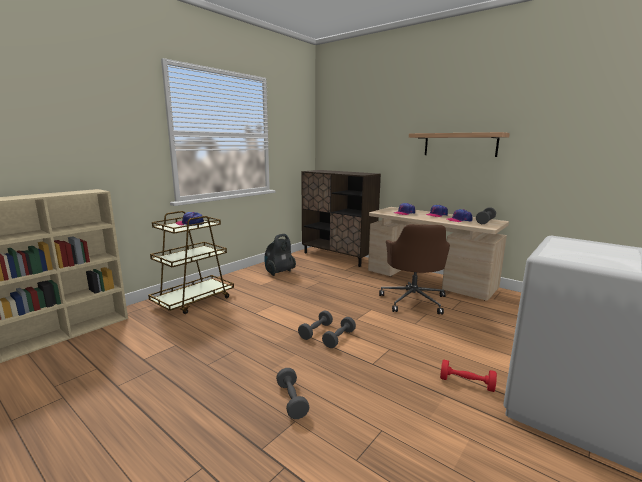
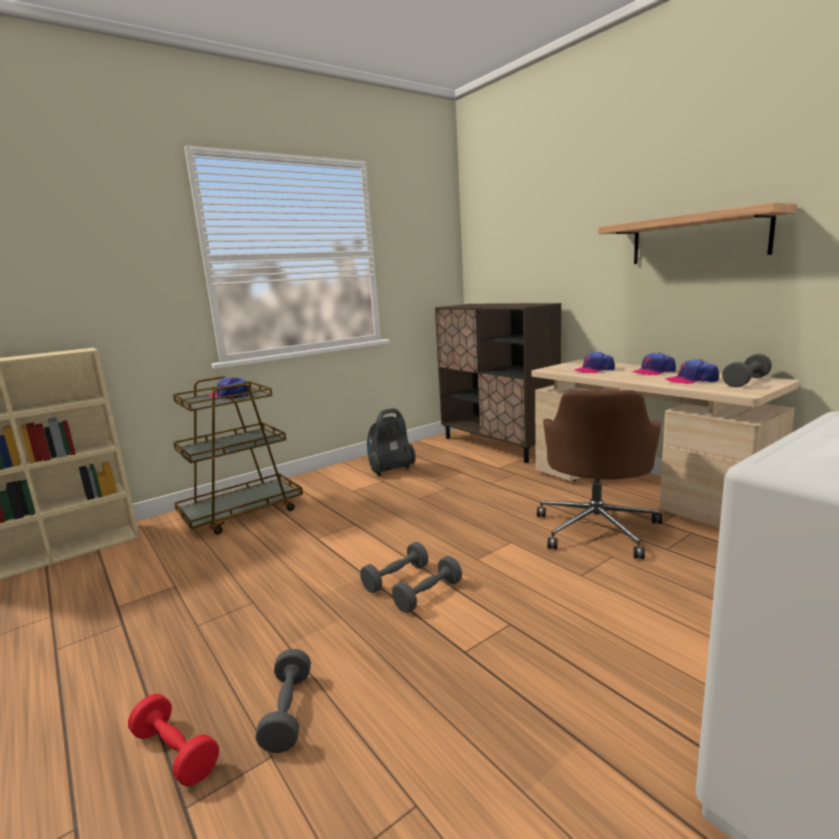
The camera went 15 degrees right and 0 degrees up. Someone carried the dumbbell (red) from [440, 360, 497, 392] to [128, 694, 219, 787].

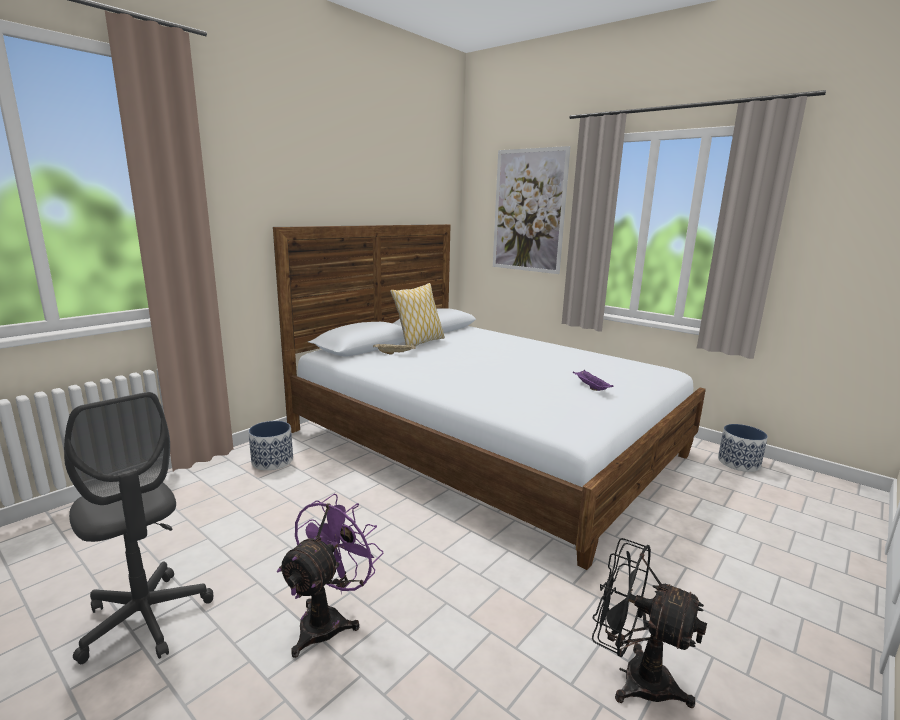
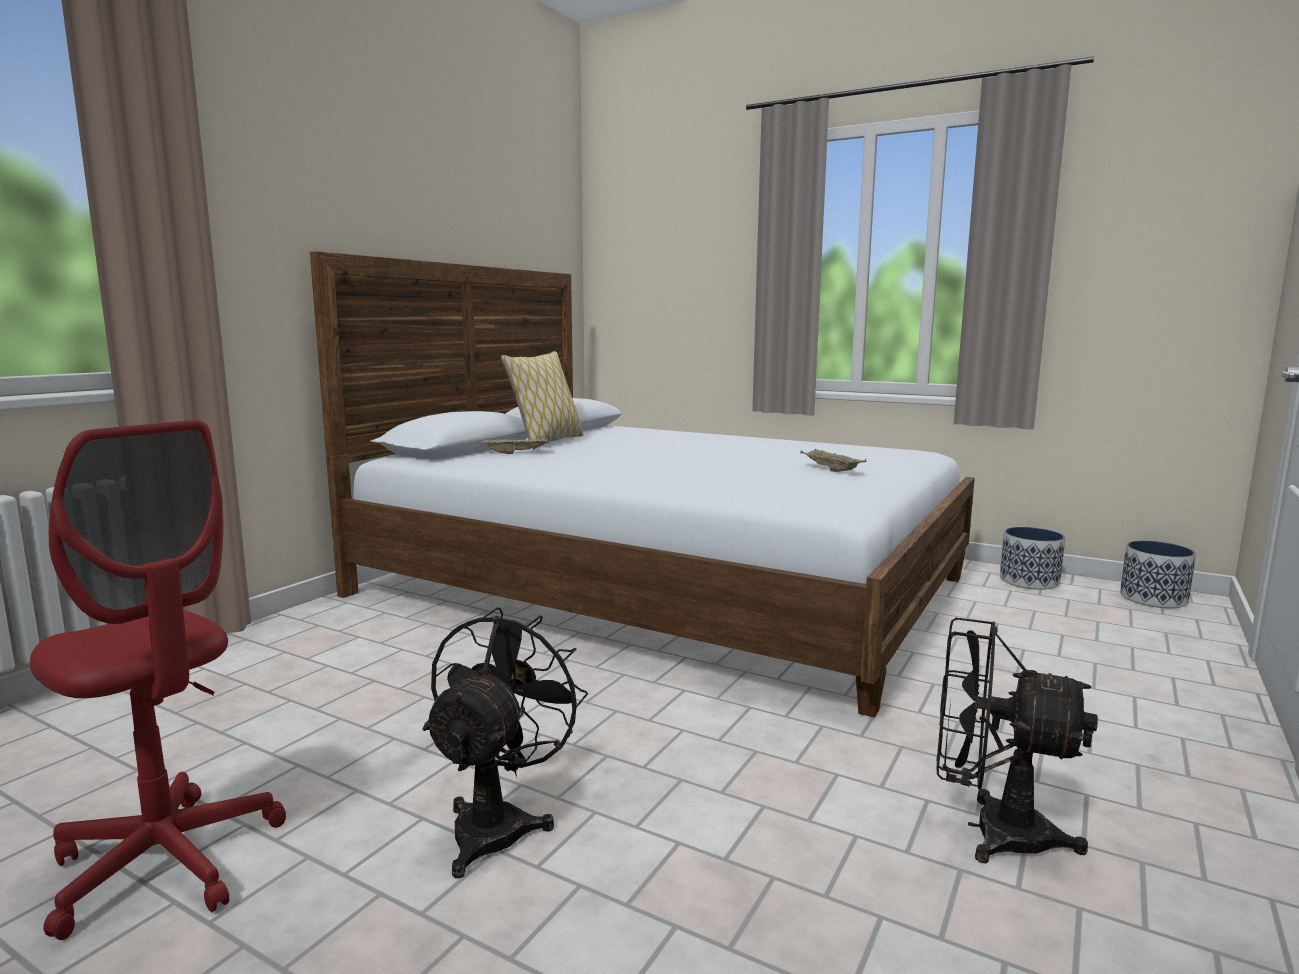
The camera went 10 degrees left and 5 degrees down. Someone repainted the office chair (grey) at [64, 392, 213, 664], which became the office chair (red) at [30, 420, 286, 940]. Someone carried the planter from [249, 421, 293, 470] to [1120, 541, 1196, 608]. Someone repainted the fan (purple) at [277, 494, 383, 658], which became the fan (black) at [422, 607, 588, 878]. Someone took away the picture at [493, 146, 571, 274]. Someone repainted the tray (purple) at [573, 370, 614, 391], which became the tray (beige) at [800, 448, 867, 472].

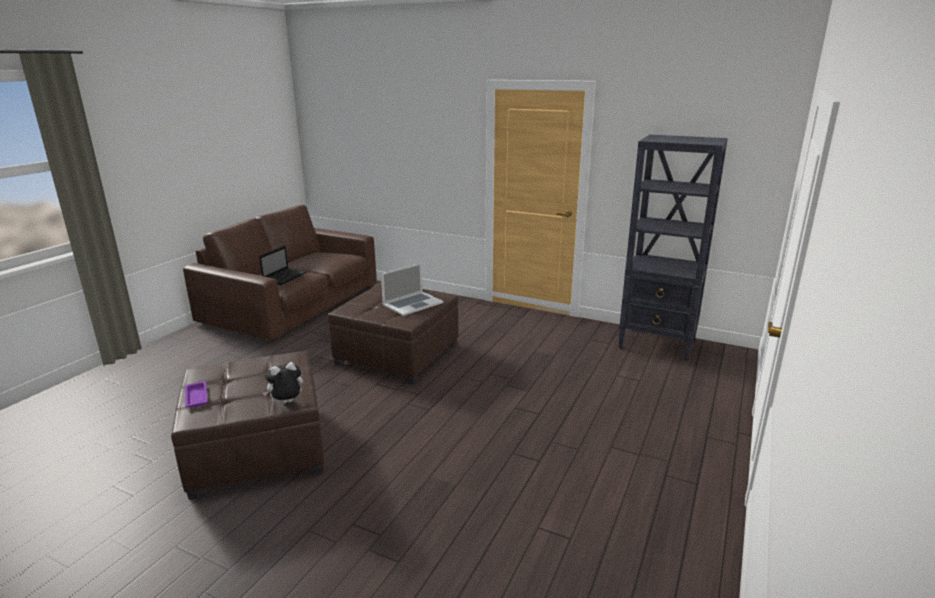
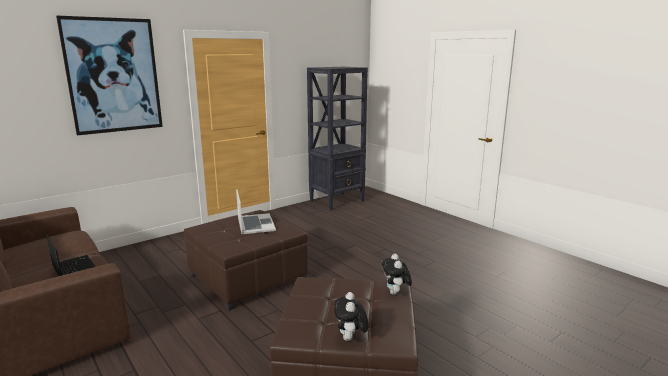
The camera went 65 degrees left and 5 degrees down. Someone swapped the tray (purple) at [185, 381, 208, 408] for the plush toy at [334, 292, 368, 341]. Someone put up the picture at [56, 16, 163, 135].

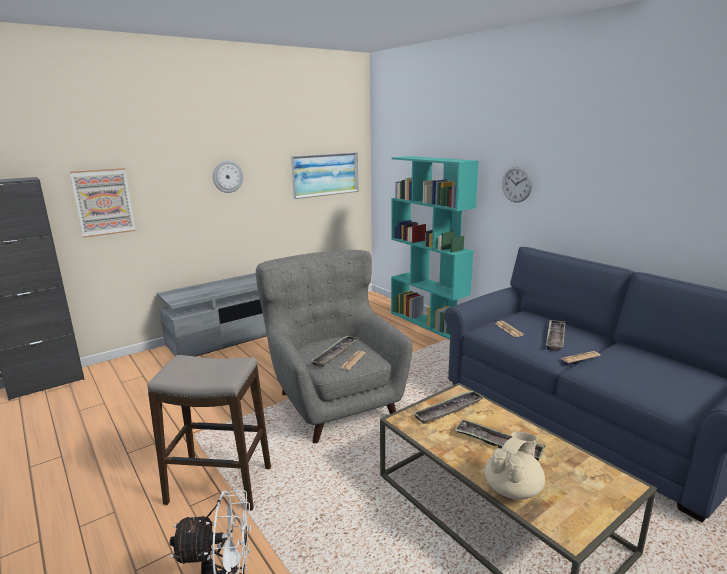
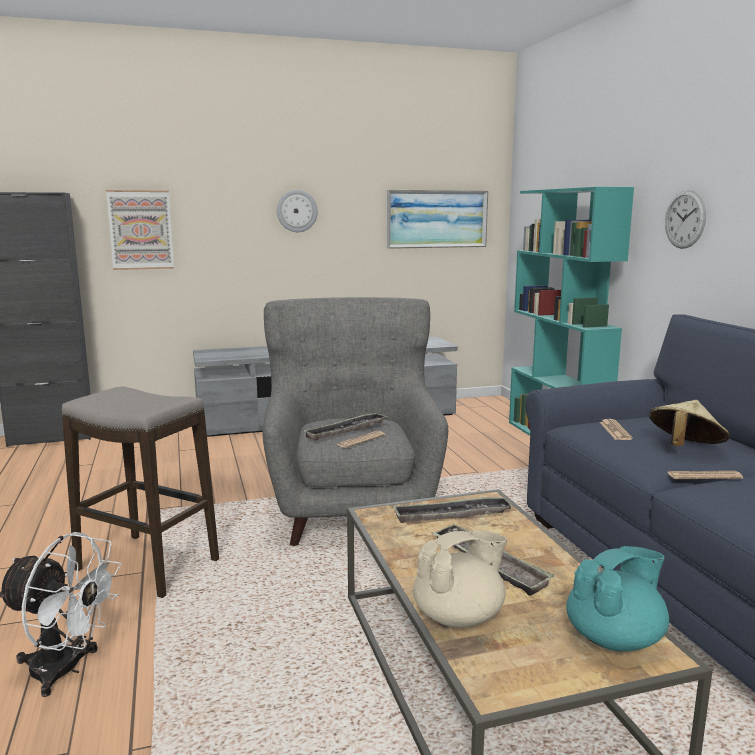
The camera went 20 degrees right and 5 degrees down. Someone swapped the tray at [546, 320, 565, 351] for the hat (beige) at [649, 400, 730, 446]. Someone put down the teapot (turquoise) at [566, 546, 669, 652].

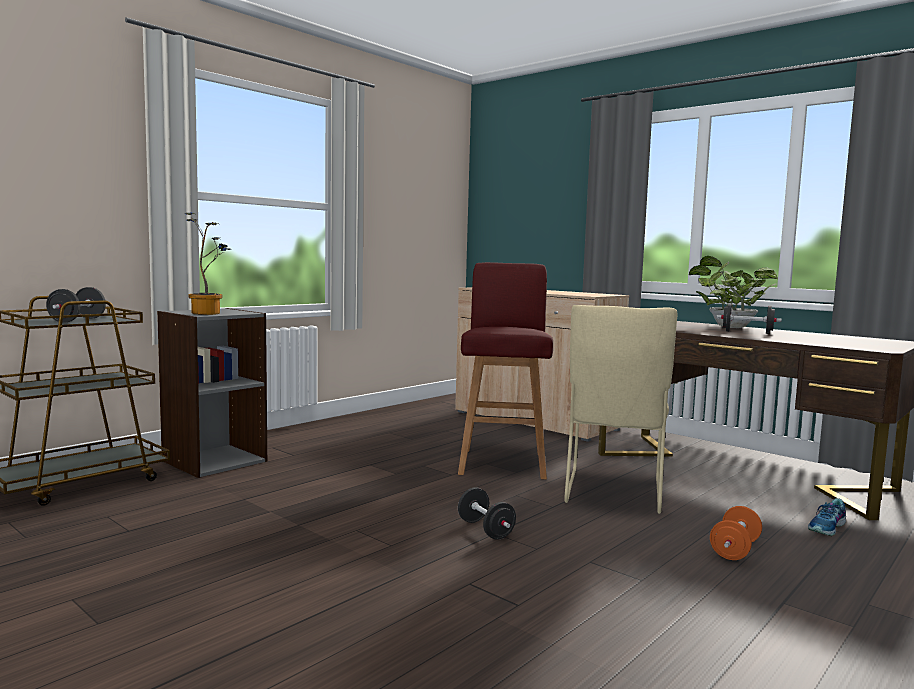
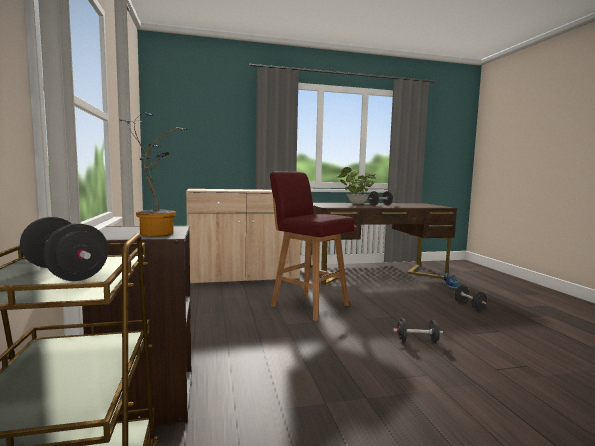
The camera went 55 degrees left and 0 degrees up. Someone took away the chair (beige) at [564, 305, 678, 514]. Someone repainted the dumbbell (orange) at [710, 506, 762, 560], which became the dumbbell (black) at [454, 285, 487, 310].

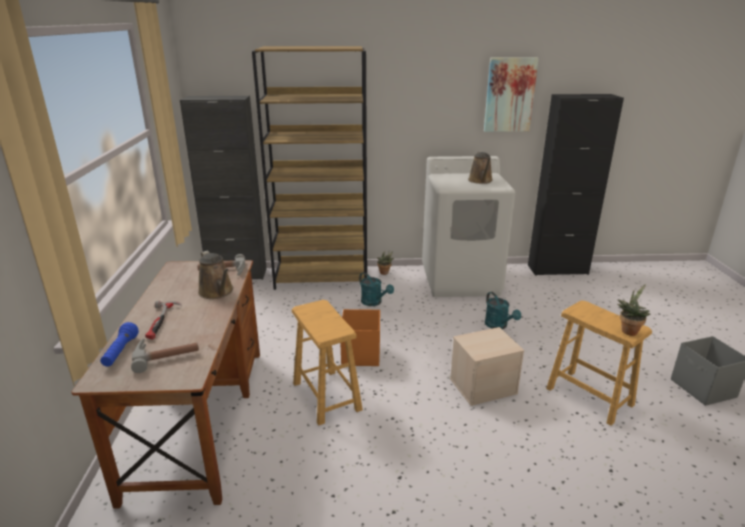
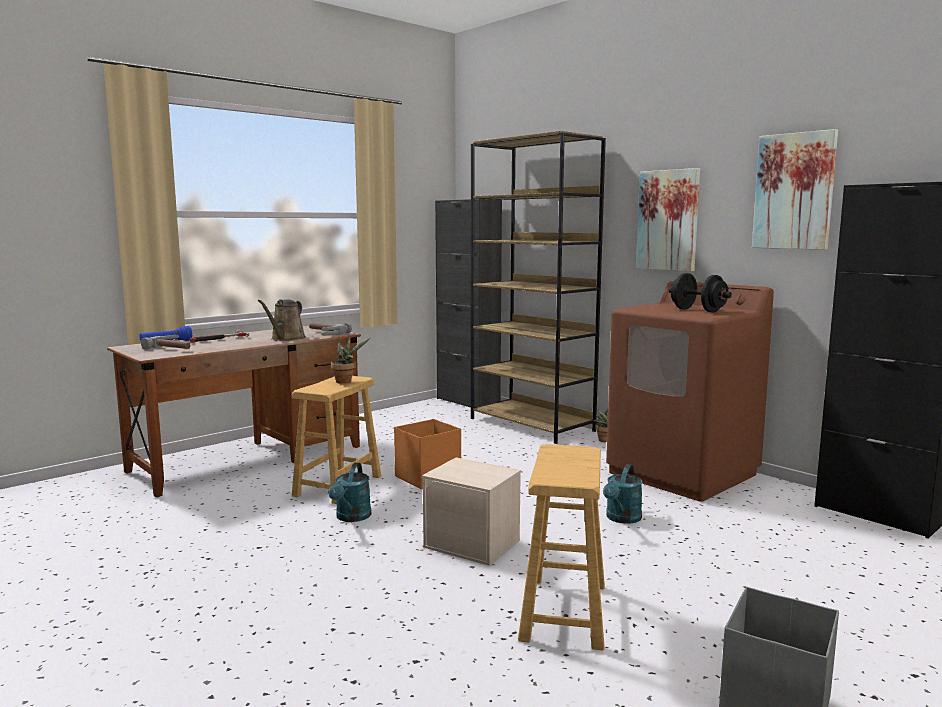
The camera went 50 degrees right and 15 degrees down. Someone carried the watering can (turquoise) from [359, 272, 394, 306] to [328, 463, 371, 522]. Someone repainted the washing machine (white) at [422, 156, 516, 297], which became the washing machine (brown) at [606, 281, 774, 502]. Someone swapped the watering can (brown) at [468, 152, 493, 184] for the dumbbell (black) at [669, 273, 732, 312]. Someone carried the potted plant from [617, 284, 650, 336] to [331, 336, 370, 383]. Someone put up the picture at [636, 168, 700, 271].

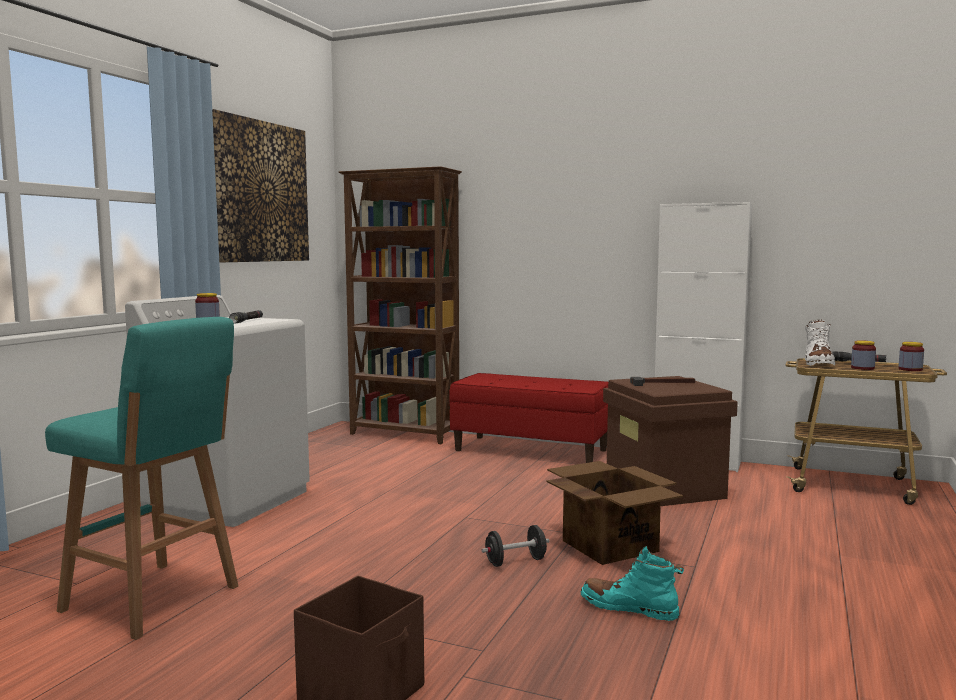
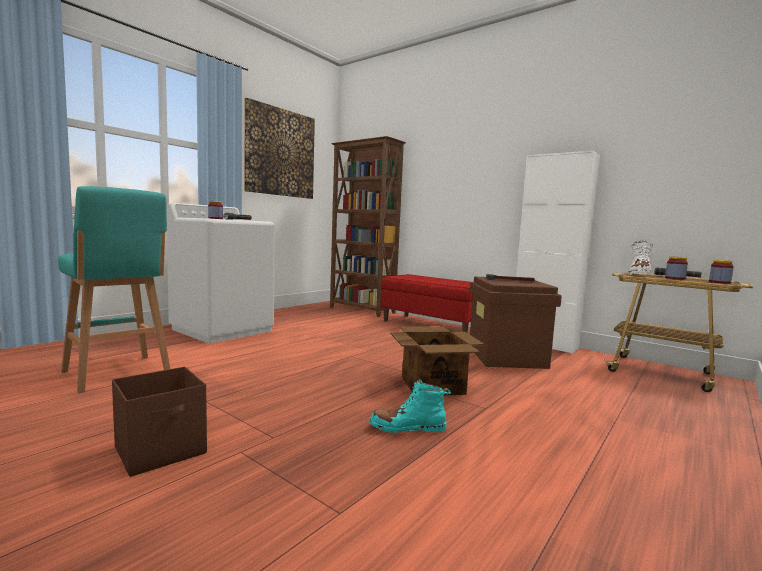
The camera went 15 degrees right and 0 degrees up. Someone took away the dumbbell (black) at [482, 525, 549, 567]. Someone rotated the boot (turquoise) at [581, 546, 684, 621] by 45 degrees counterclockwise.

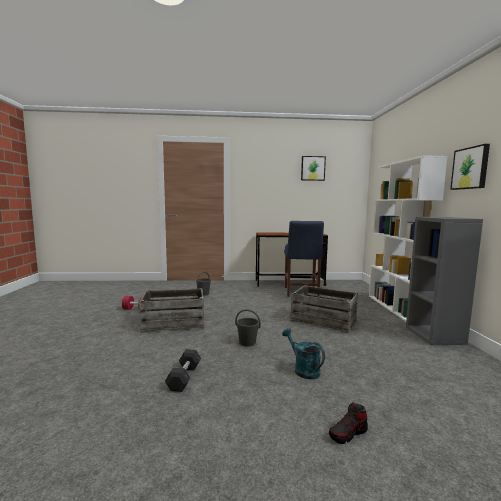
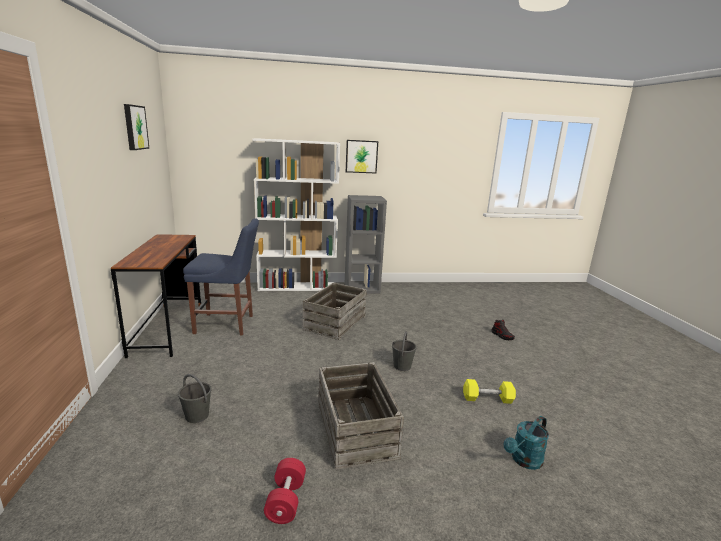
The camera went 95 degrees left and 10 degrees up. Someone repainted the dumbbell (grey) at [165, 349, 201, 392], which became the dumbbell (yellow) at [463, 379, 516, 404]. Someone carried the watering can (turquoise) from [282, 328, 325, 379] to [504, 416, 549, 470].

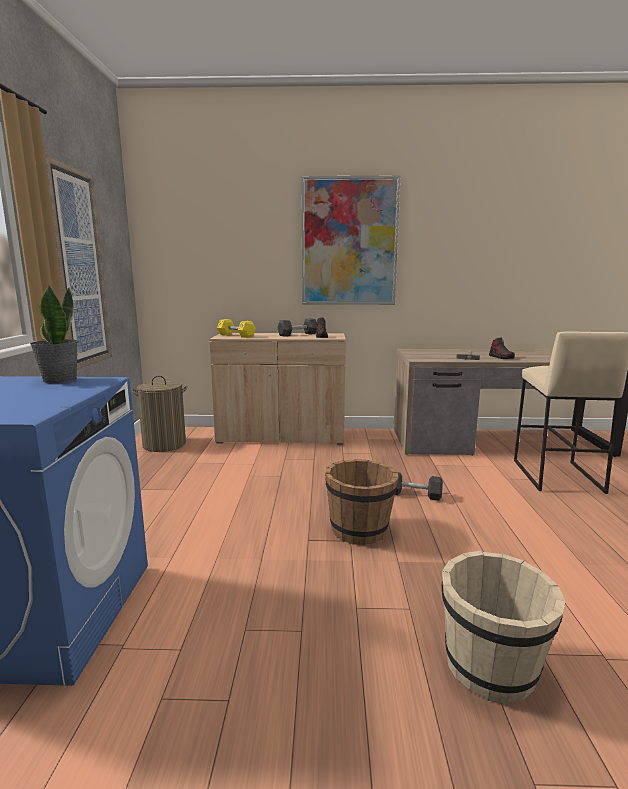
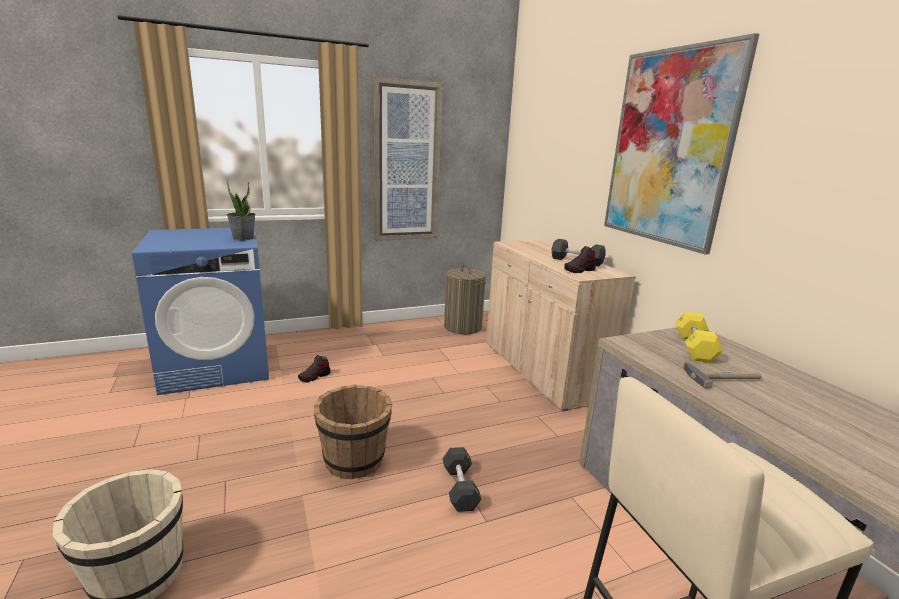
The camera went 65 degrees right and 5 degrees up. Someone carried the dumbbell (yellow) from [217, 319, 256, 338] to [675, 311, 723, 363]. Someone carried the shoe from [489, 337, 515, 359] to [298, 355, 331, 382].

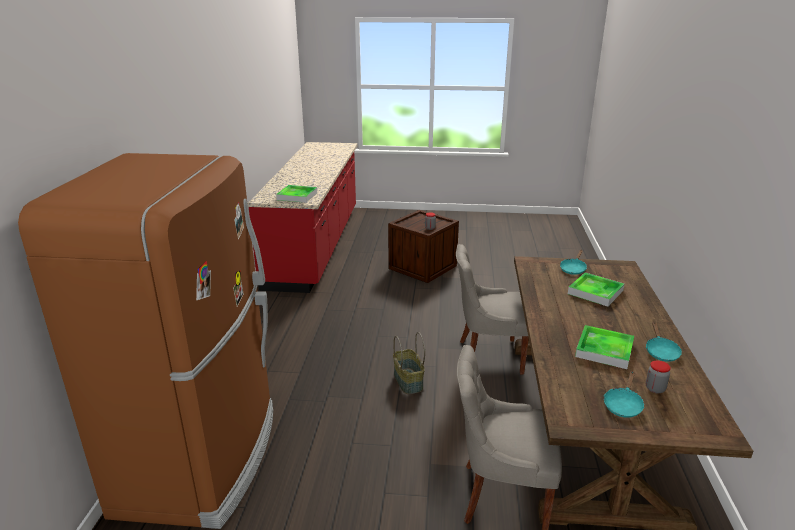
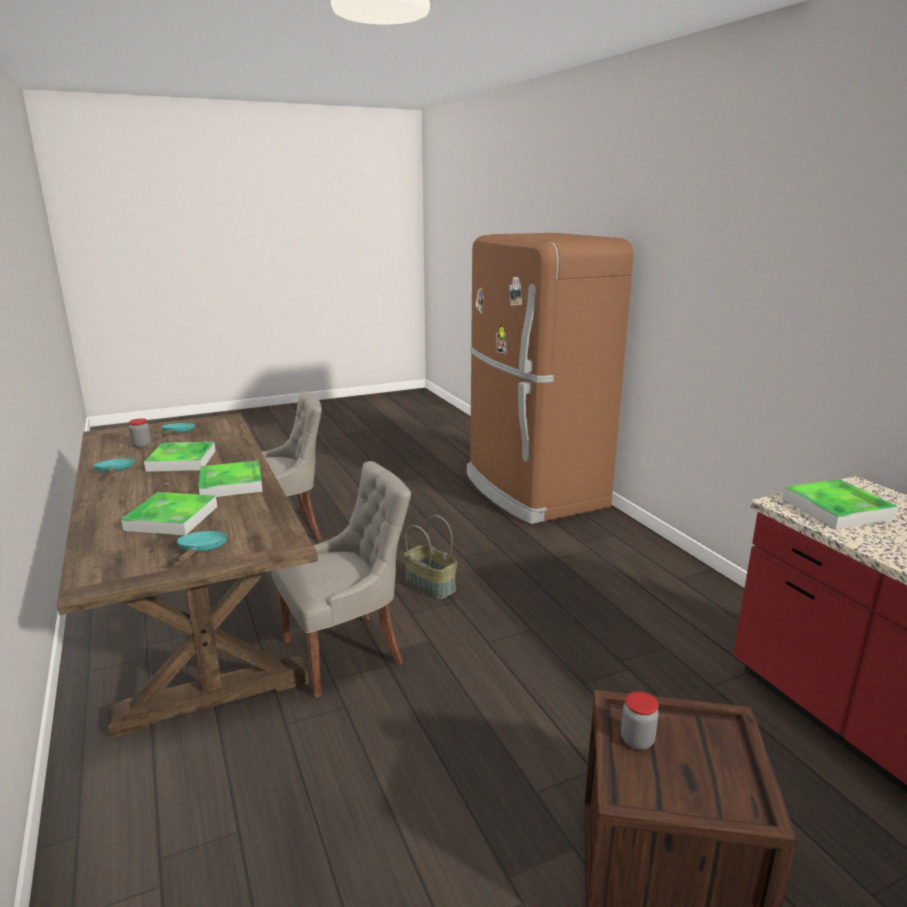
The camera went 150 degrees right and 5 degrees down. Someone put down the tray at [199, 460, 263, 497].

